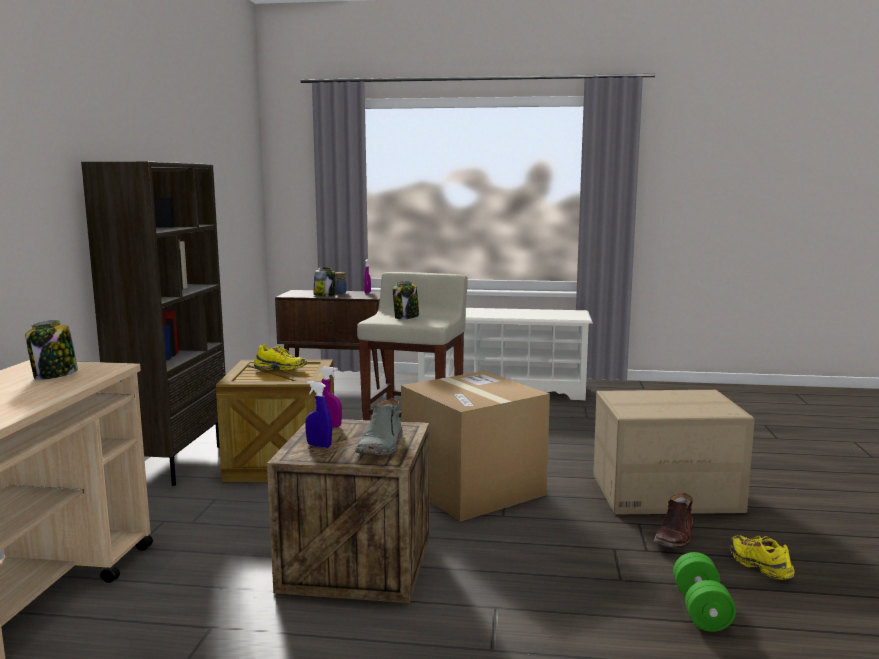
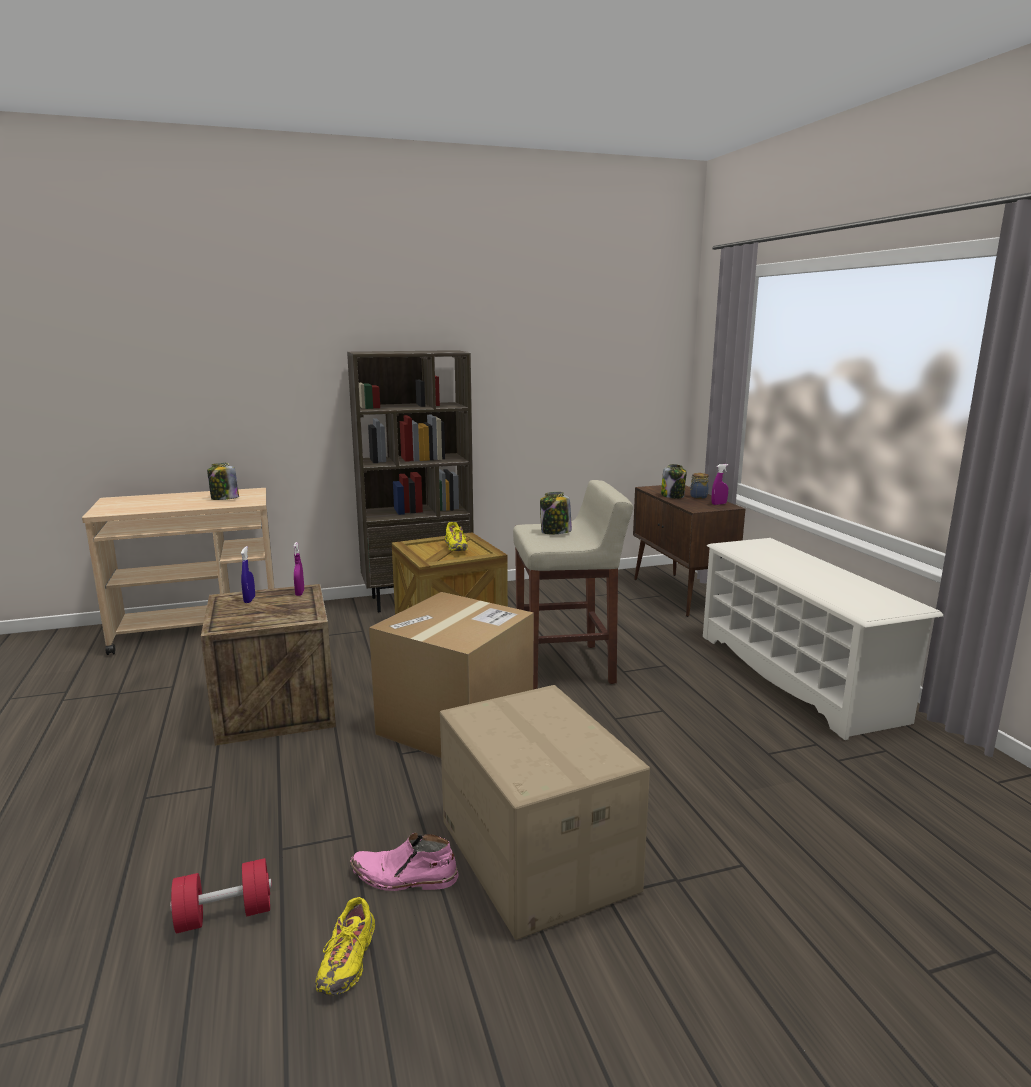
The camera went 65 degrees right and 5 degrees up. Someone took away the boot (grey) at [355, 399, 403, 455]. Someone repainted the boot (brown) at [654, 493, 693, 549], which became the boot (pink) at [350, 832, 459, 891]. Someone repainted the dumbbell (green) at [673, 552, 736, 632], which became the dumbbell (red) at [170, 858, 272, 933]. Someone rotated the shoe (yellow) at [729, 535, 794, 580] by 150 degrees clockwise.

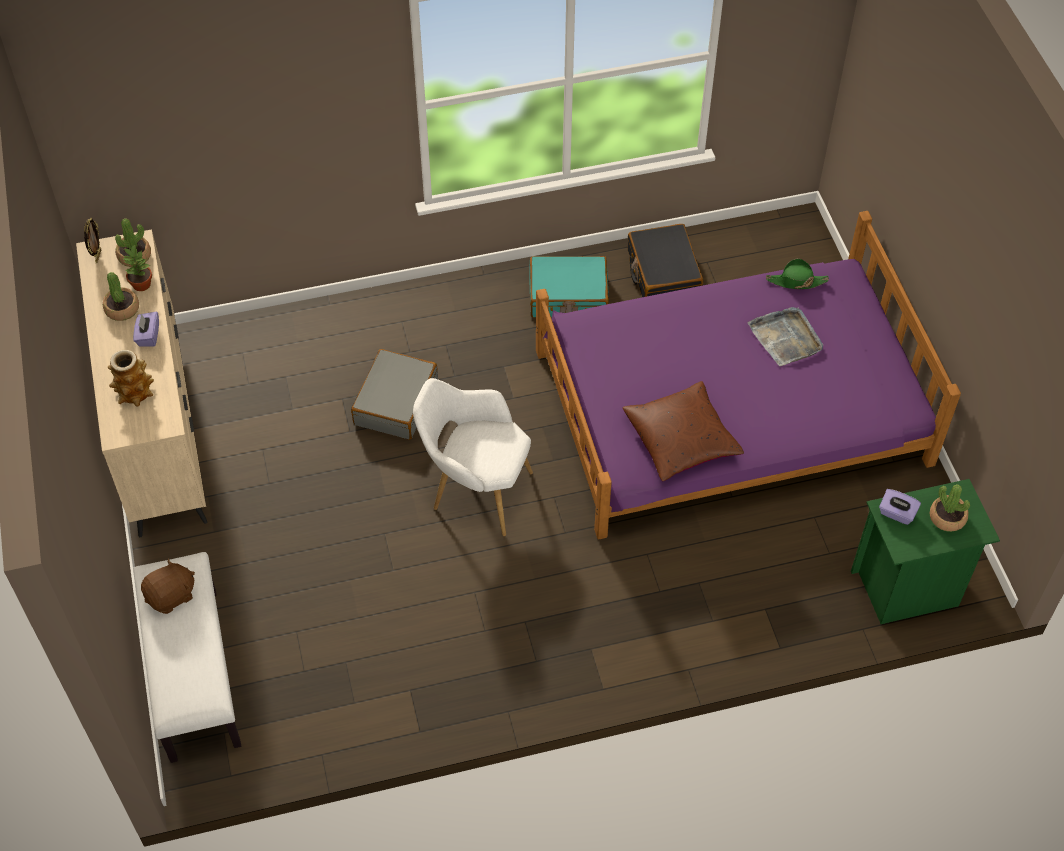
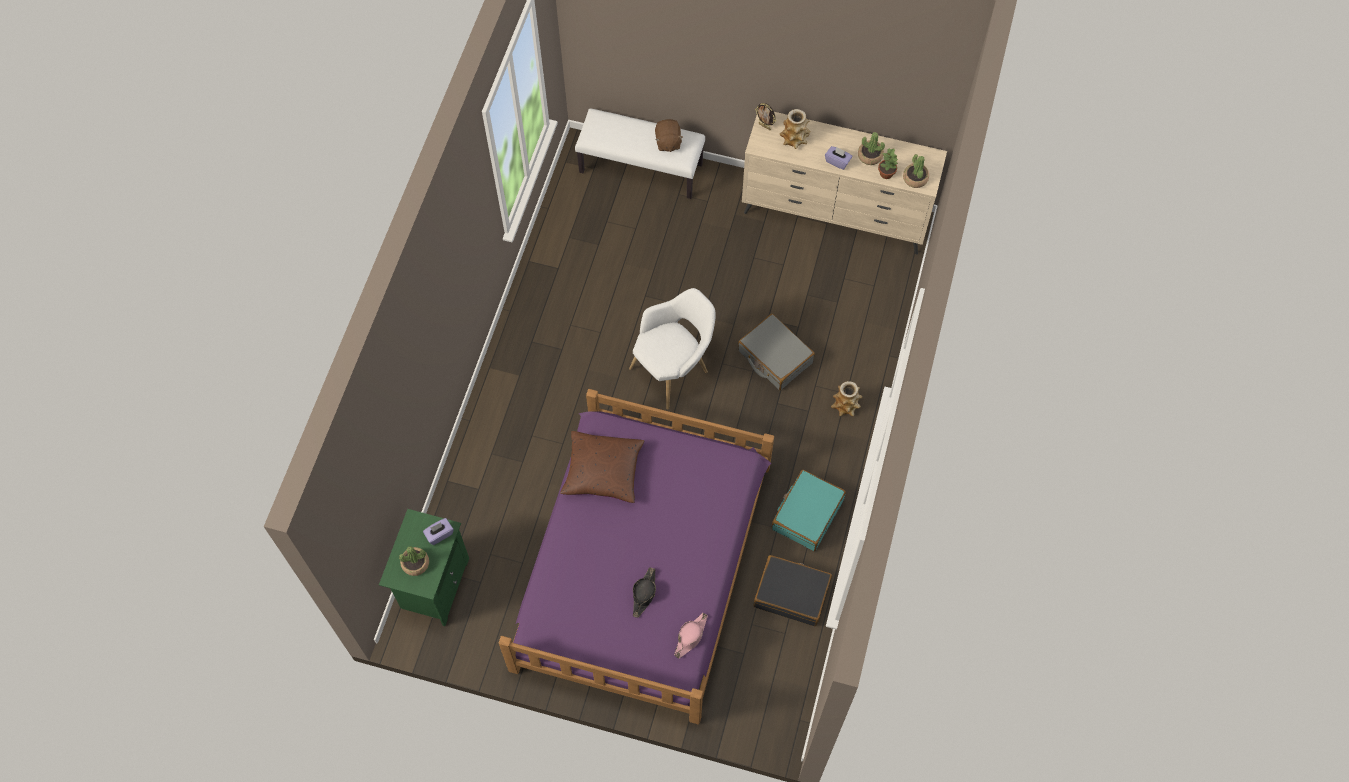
The camera went 120 degrees right and 10 degrees up. Someone carried the picture frame from [84, 218, 101, 263] to [755, 103, 776, 130]. Someone swapped the tray (grey) at [747, 307, 823, 366] for the hat (black) at [633, 567, 656, 618]. Someone repainted the hat (green) at [766, 258, 829, 289], which became the hat (pink) at [674, 613, 708, 659]. Someone put down the vase at [831, 381, 862, 416].

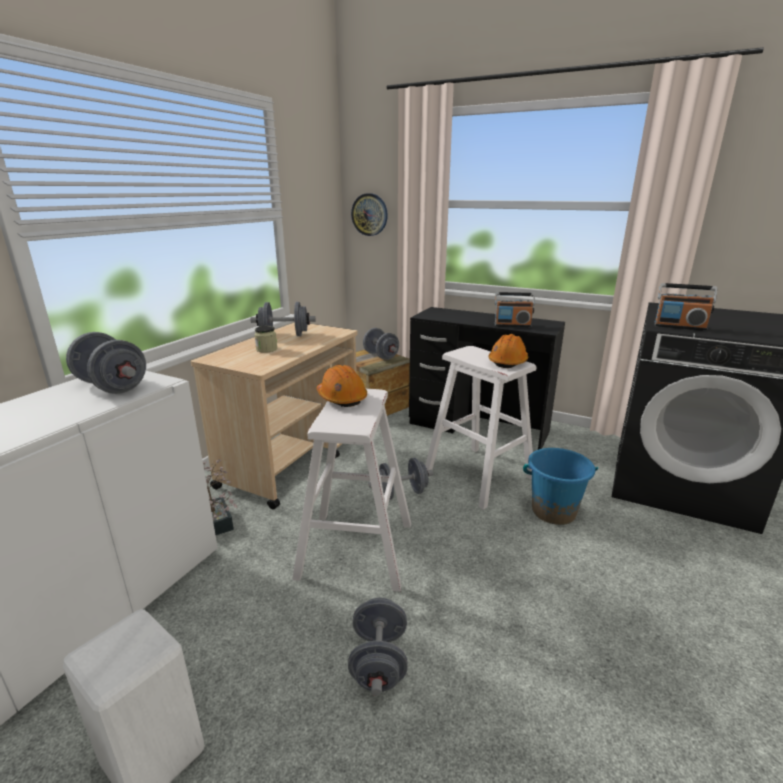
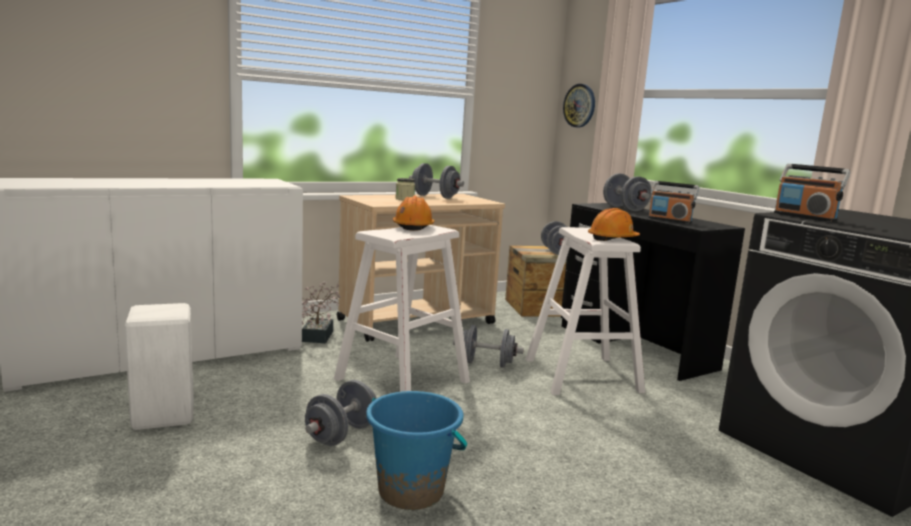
The camera went 30 degrees right and 10 degrees down. Someone carried the dumbbell (grey) from [66, 332, 146, 394] to [603, 173, 652, 211]. Someone carried the bucket (blue) from [523, 448, 598, 525] to [366, 391, 467, 510].

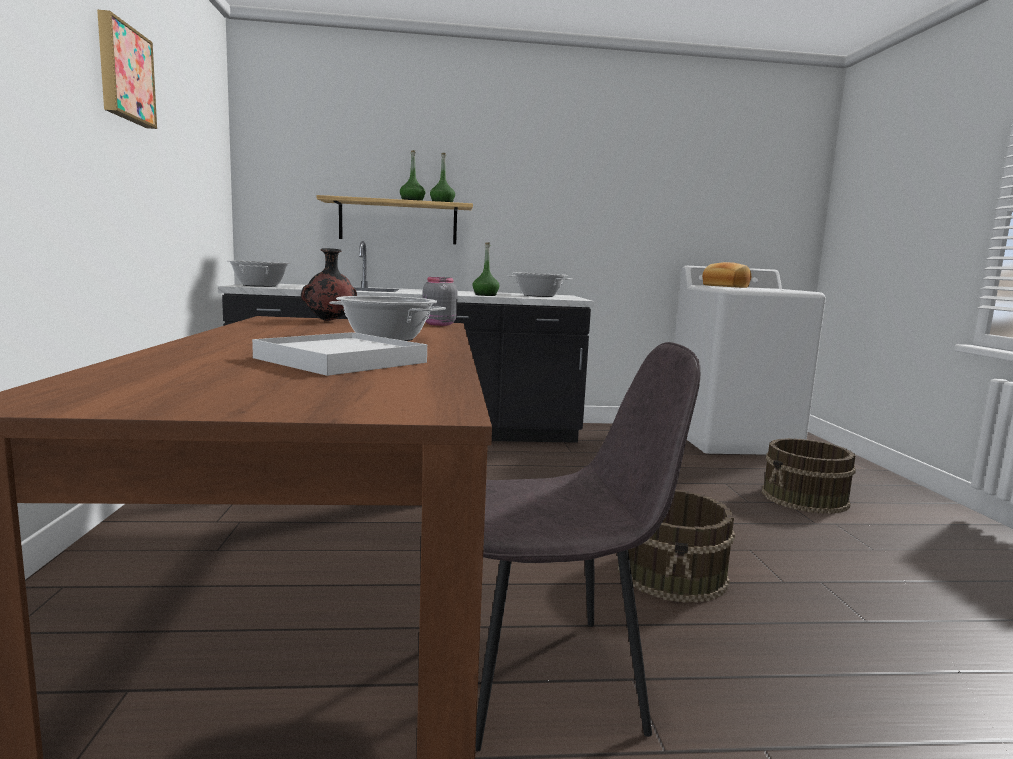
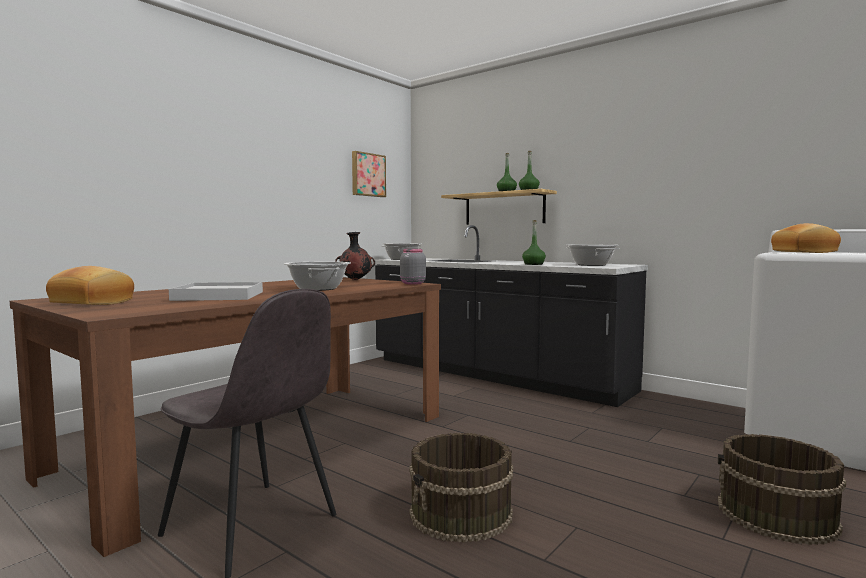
The camera went 45 degrees right and 5 degrees down. Someone carried the picture from [97, 10, 157, 129] to [352, 151, 386, 197]. Someone put down the bread at [46, 266, 134, 305].

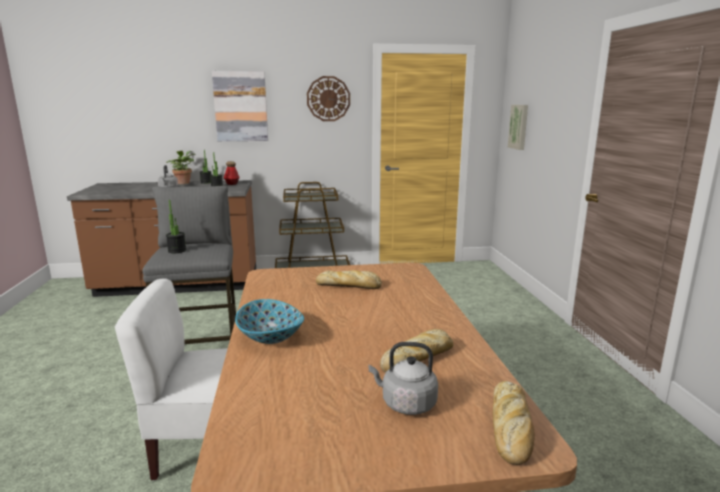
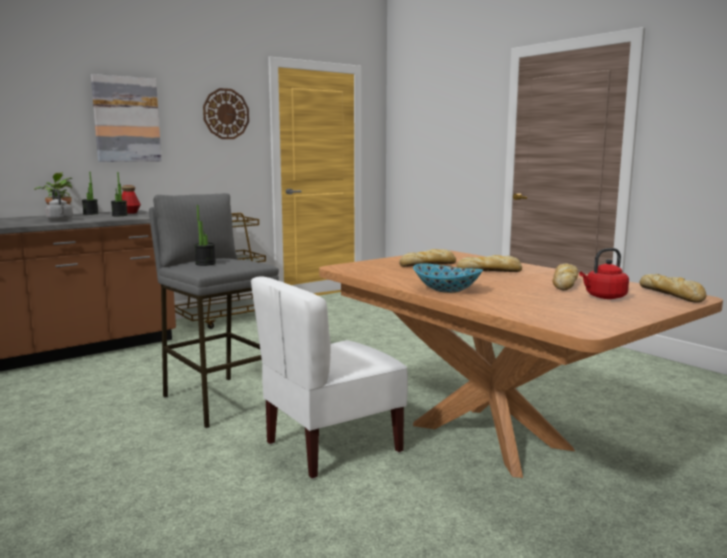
The camera went 30 degrees left and 5 degrees down. Someone repainted the kettle (grey) at [369, 342, 438, 415], which became the kettle (red) at [579, 248, 629, 299]. Someone took away the picture at [508, 105, 528, 150]. Someone put down the bread at [456, 255, 522, 272].

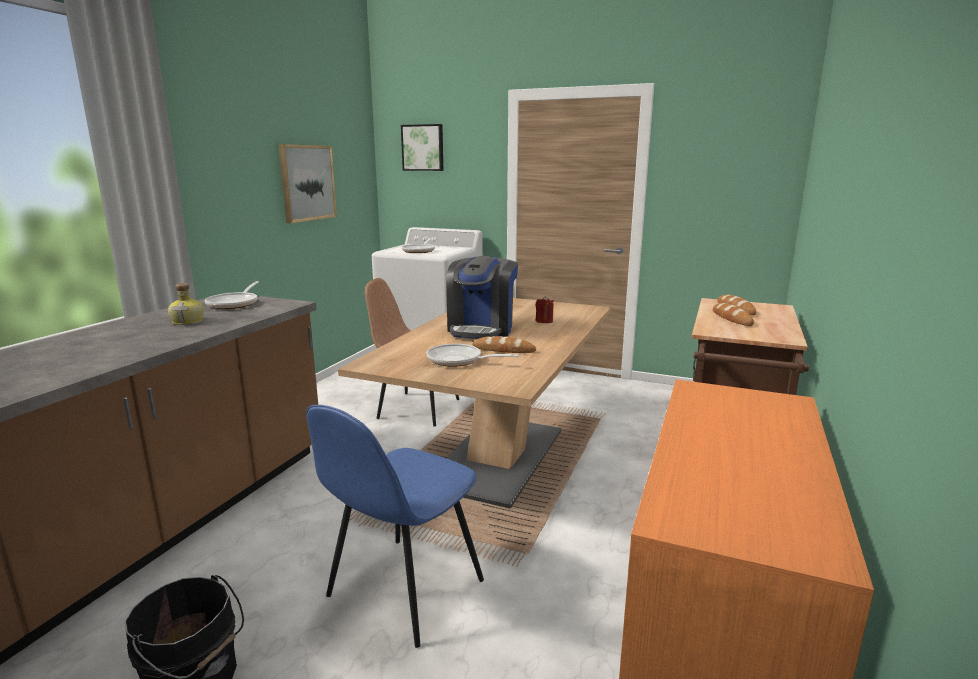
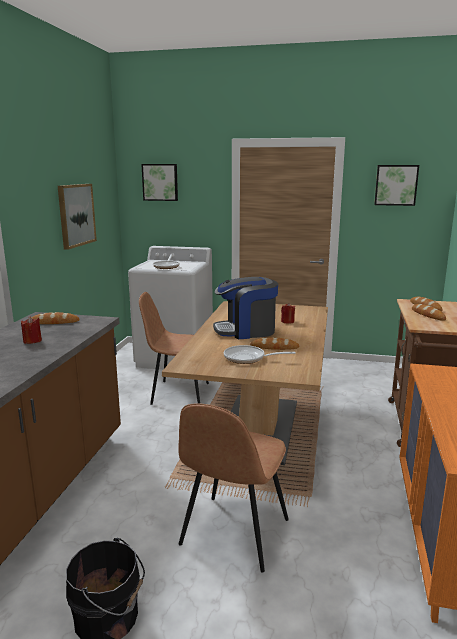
The camera went 10 degrees left and 0 degrees up. Someone swapped the bottle at [168, 283, 204, 325] for the candle (red) at [21, 316, 42, 344]. Someone swapped the frying pan at [205, 281, 259, 309] for the bread at [31, 312, 80, 324]. Someone repainted the chair (blue) at [306, 405, 484, 648], which became the chair (brown) at [178, 403, 289, 572]. Someone rotated the coffee machine at [446, 256, 518, 339] by 75 degrees clockwise. Someone put up the picture at [374, 165, 419, 206].

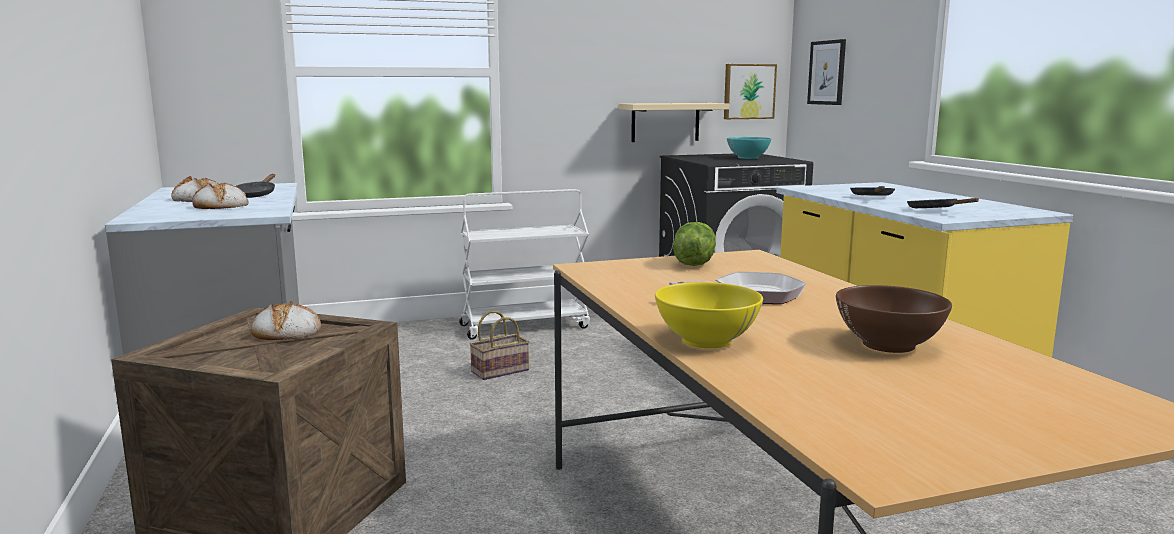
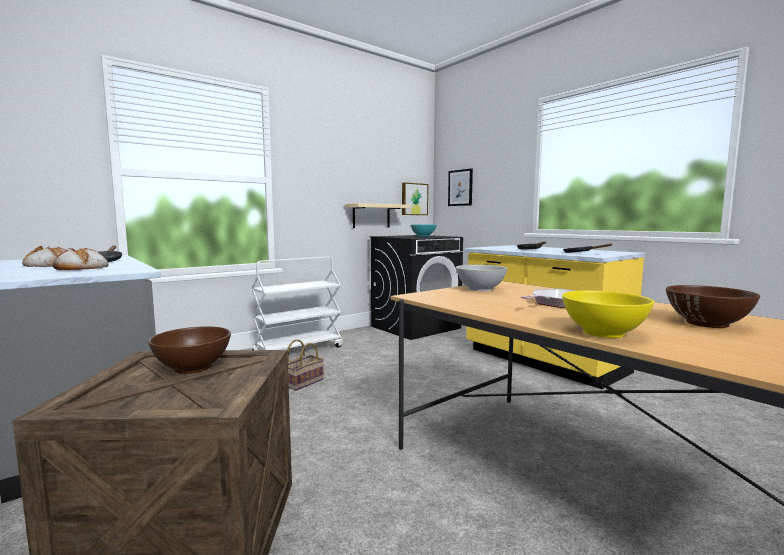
The camera went 20 degrees left and 5 degrees down. Someone swapped the bread at [251, 301, 321, 340] for the bowl (brown) at [148, 326, 231, 374]. Someone swapped the lettuce at [673, 222, 716, 266] for the bowl (white) at [456, 265, 507, 291].

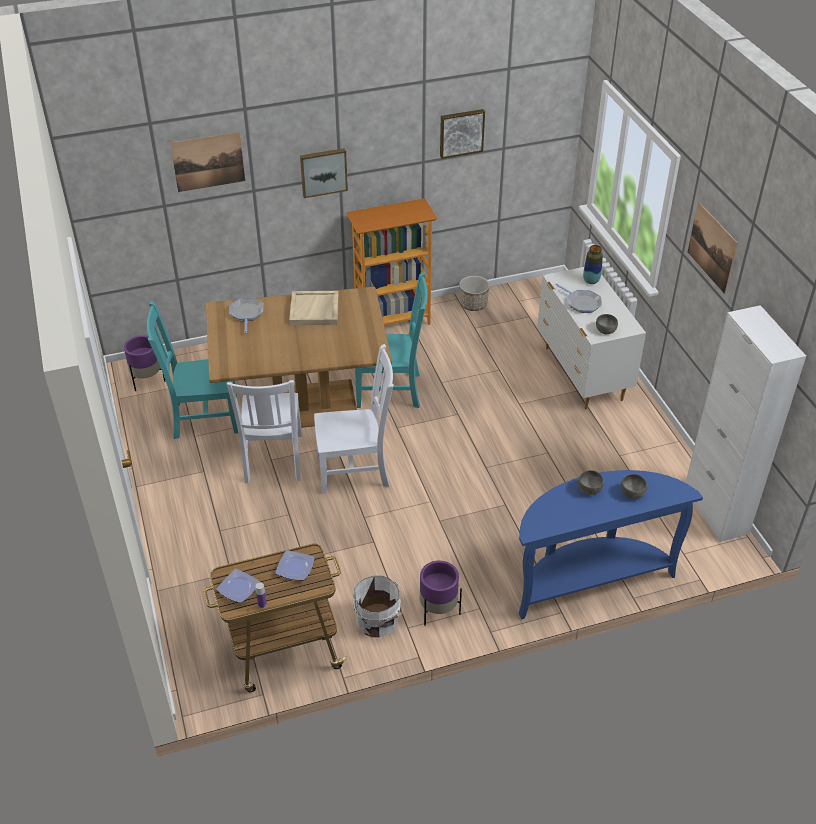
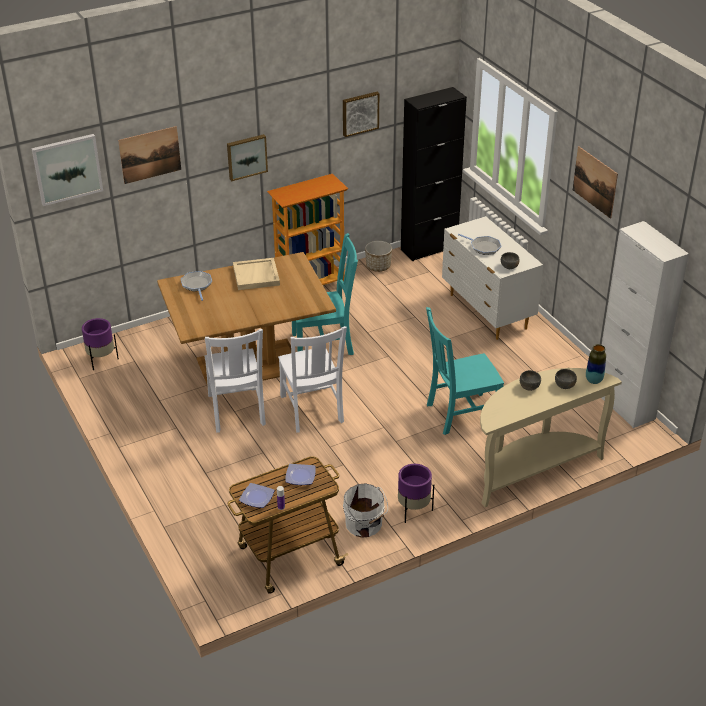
The camera went 10 degrees left and 5 degrees down. Someone carried the chair (turquoise) from [147, 301, 238, 439] to [426, 307, 504, 435]. Someone rotated the chair (white) at [314, 344, 394, 494] by 90 degrees clockwise. Someone repainted the console table (blue) at [519, 470, 703, 619], which became the console table (beige) at [480, 368, 622, 507]. Someone carried the vase from [583, 245, 603, 284] to [586, 344, 606, 384]. Someone put up the picture at [31, 134, 103, 206]. Someone put down the cabinet (black) at [401, 87, 467, 261].

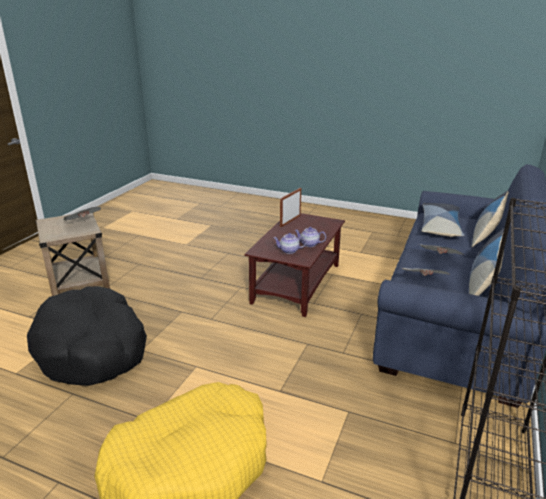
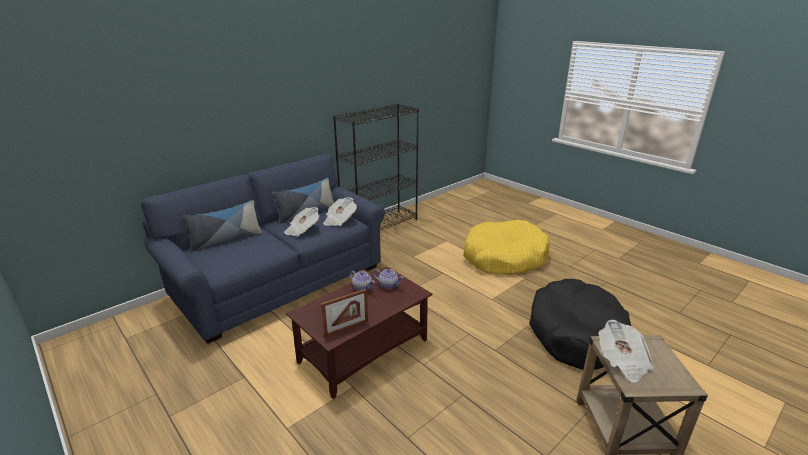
The camera went 155 degrees left and 0 degrees up. Someone took away the pillow at [422, 203, 464, 237].

